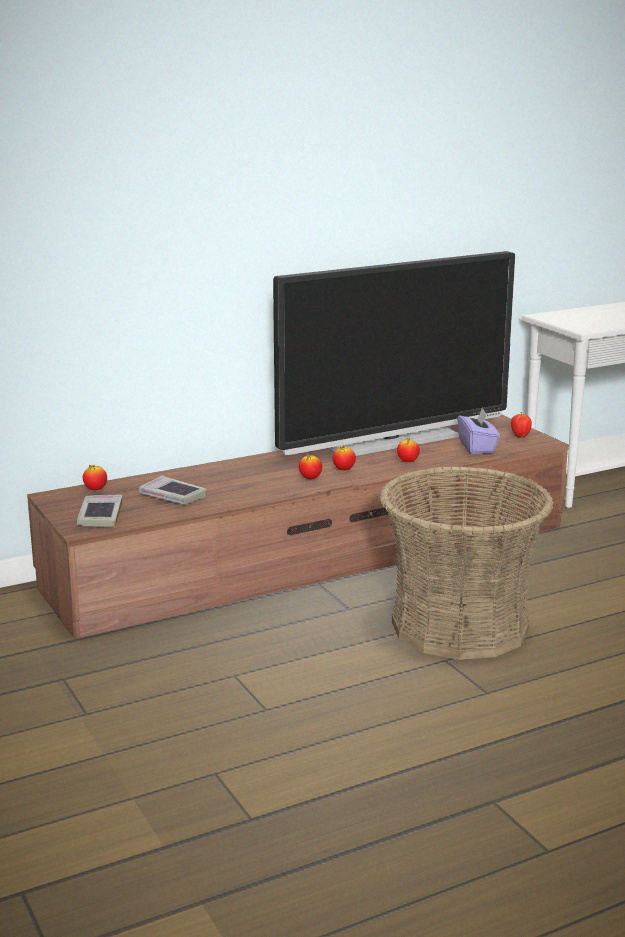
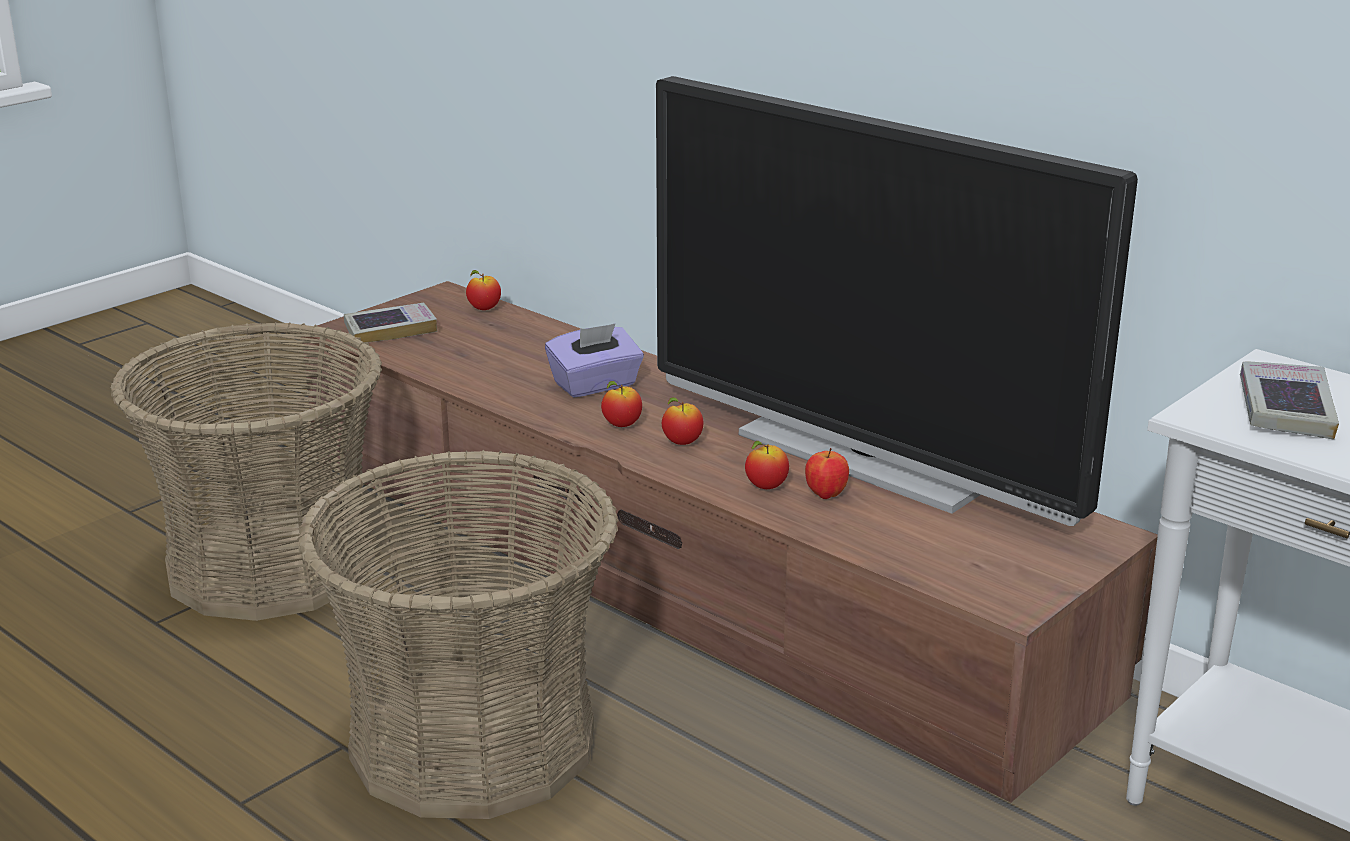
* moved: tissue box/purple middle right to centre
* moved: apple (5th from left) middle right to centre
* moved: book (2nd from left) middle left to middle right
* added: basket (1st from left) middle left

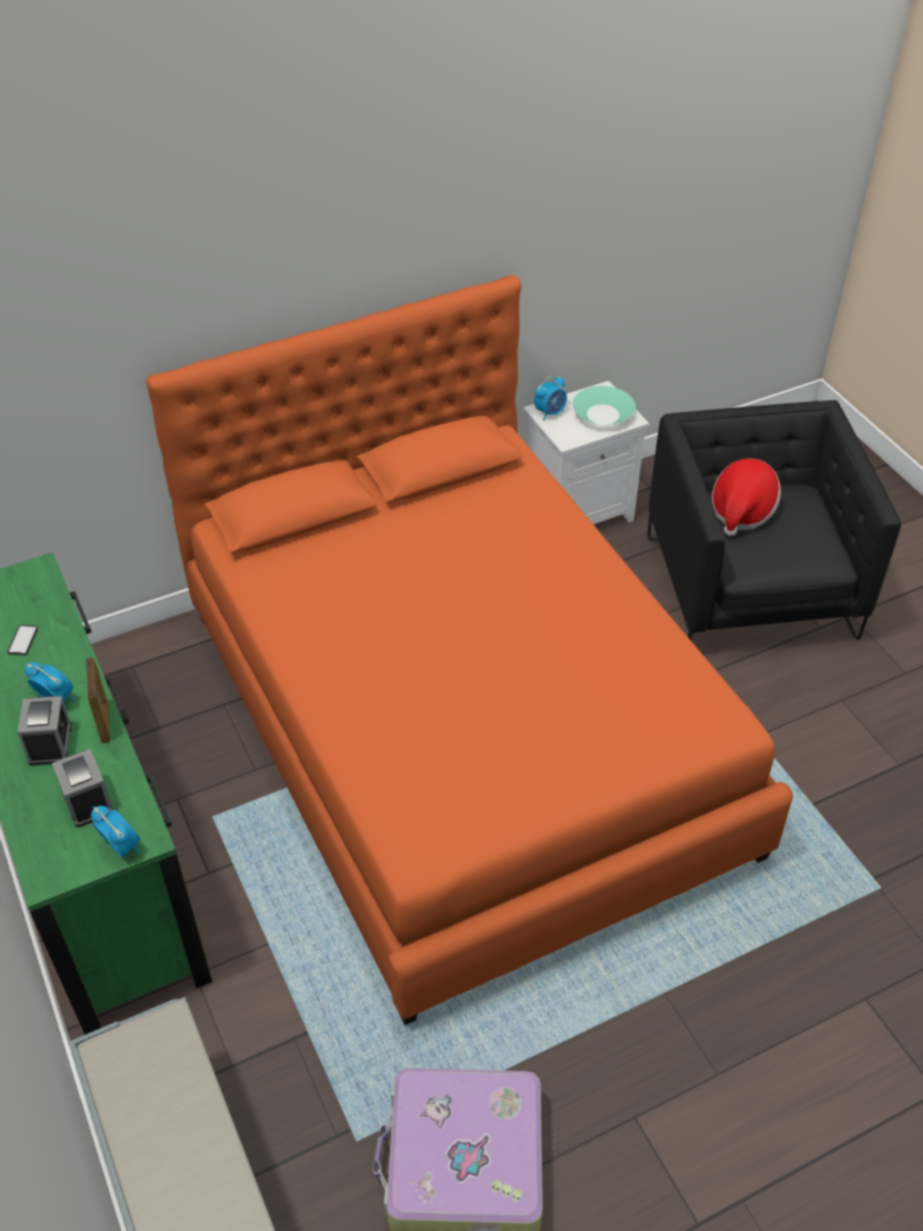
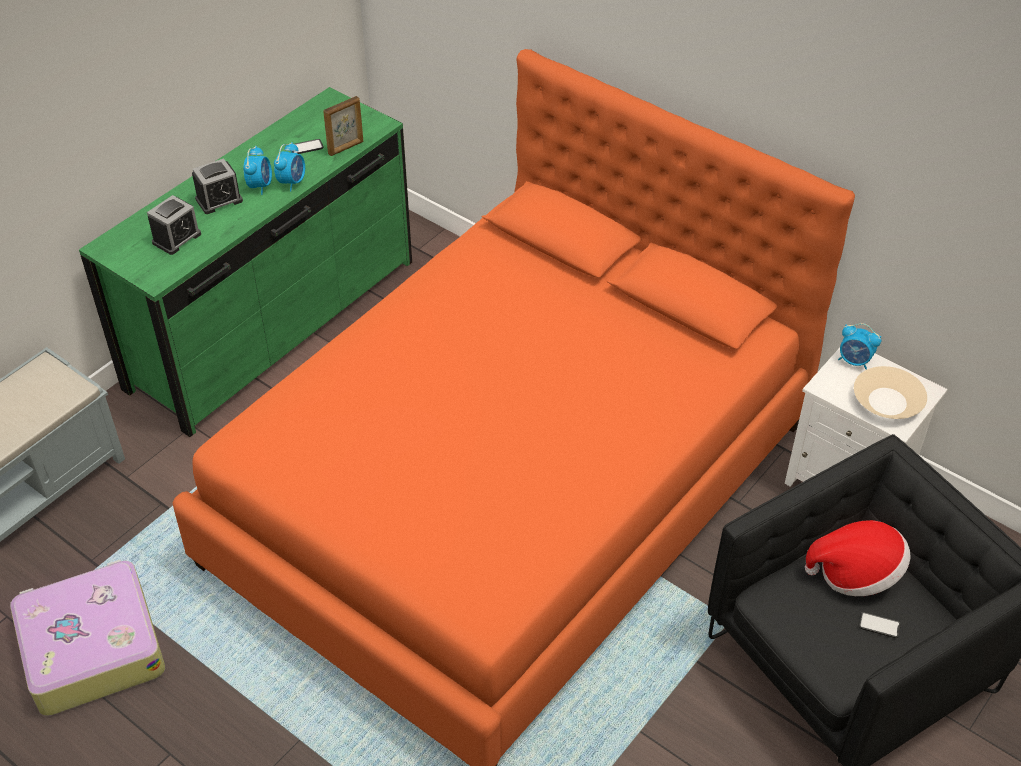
* recoloured: bowl/turquoise top centre to bowl/beige middle right
* moved: picture frame middle left to top centre
* moved: alarm clock (4th from left) bottom left to top left
* added: phone (2nd from left) bottom right

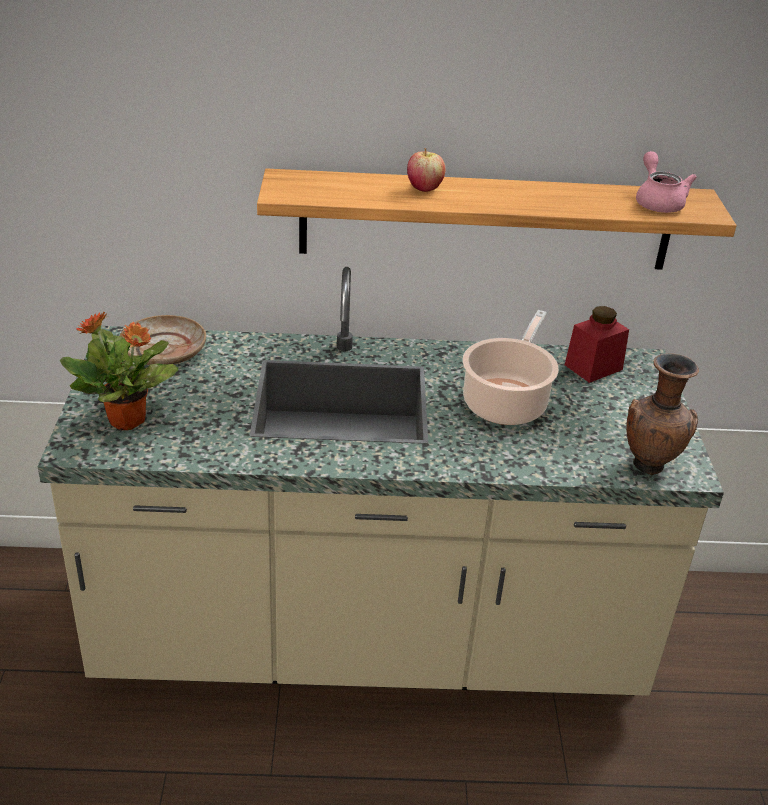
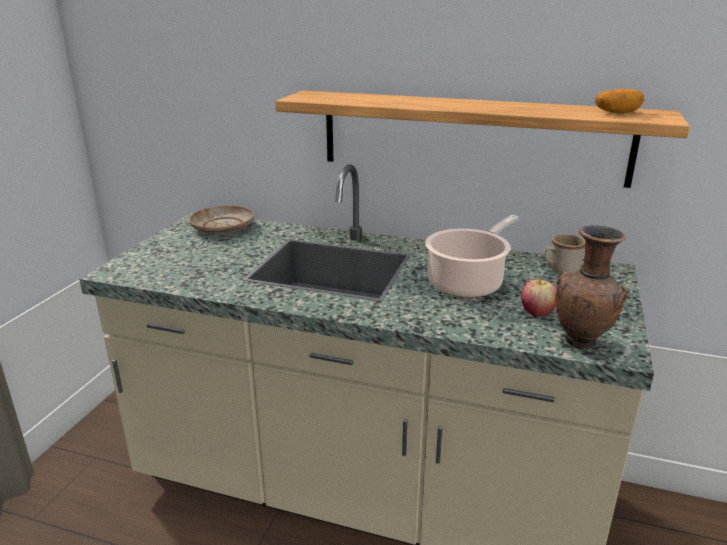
* moved: apple top centre to middle right
* replaced: teapot/pink top right to potato top right
* replaced: jar/red middle right to mug/beige middle right
* removed: potted plant middle left

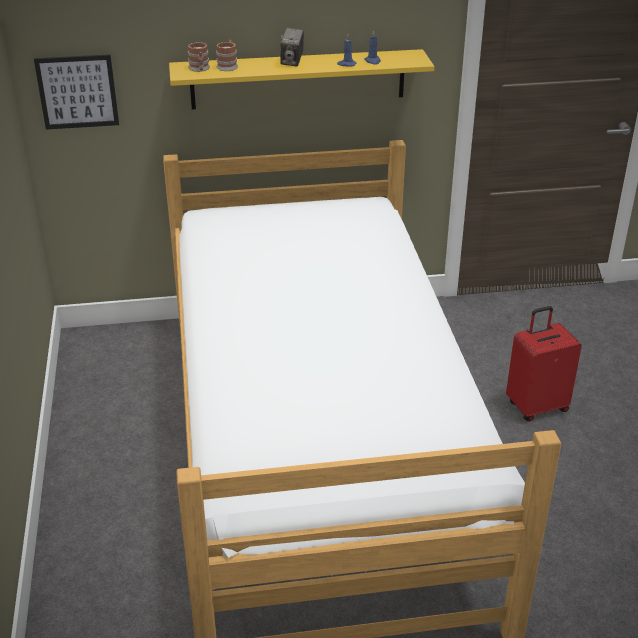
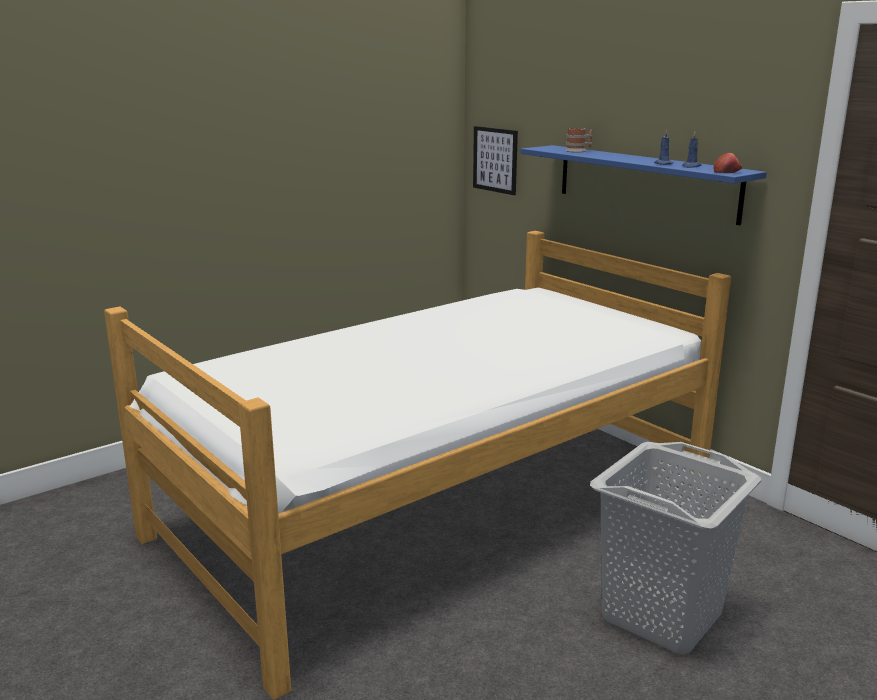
* removed: photo camera top centre
* removed: mug (1st from left) top left
* recoloured: shelf/yellow top centre to shelf/blue top right
* replaced: suitcase/red middle right to laundry basket/grey bottom right
* added: apple top right

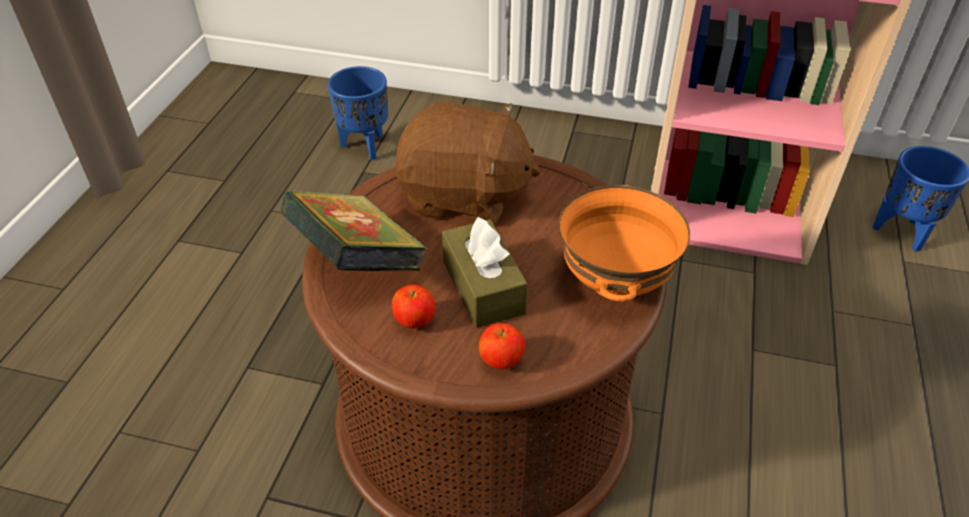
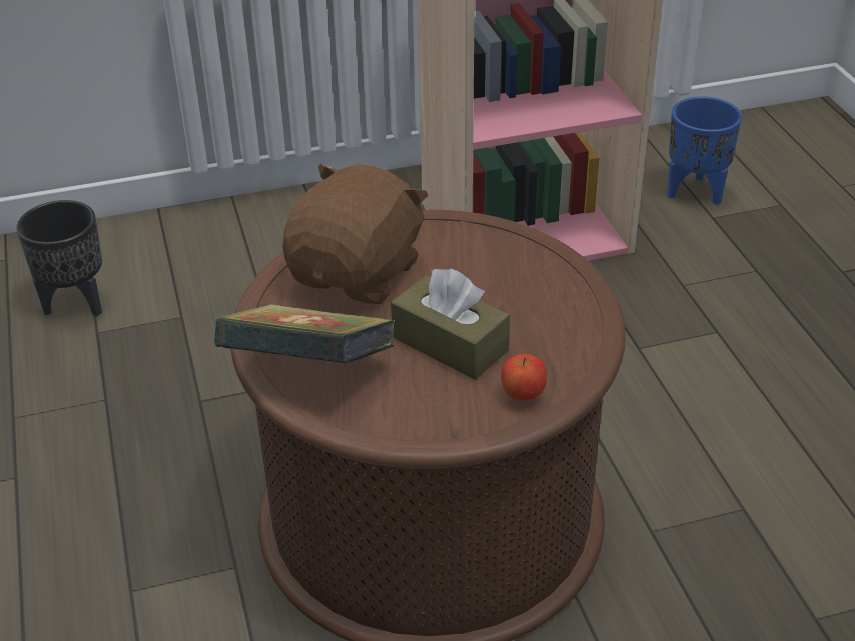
* recoloured: planter/blue (1st from left) top centre to planter/black middle left
* turned: plush toy/brown top centre = centre 45 degrees counterclockwise
* removed: bowl/orange centre
* removed: apple (1st from left) centre

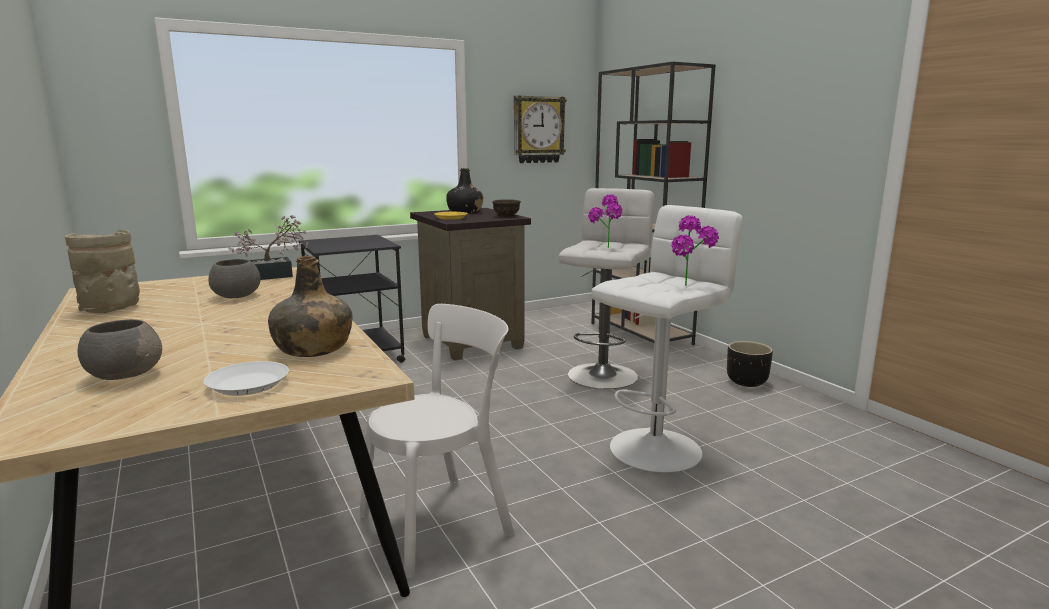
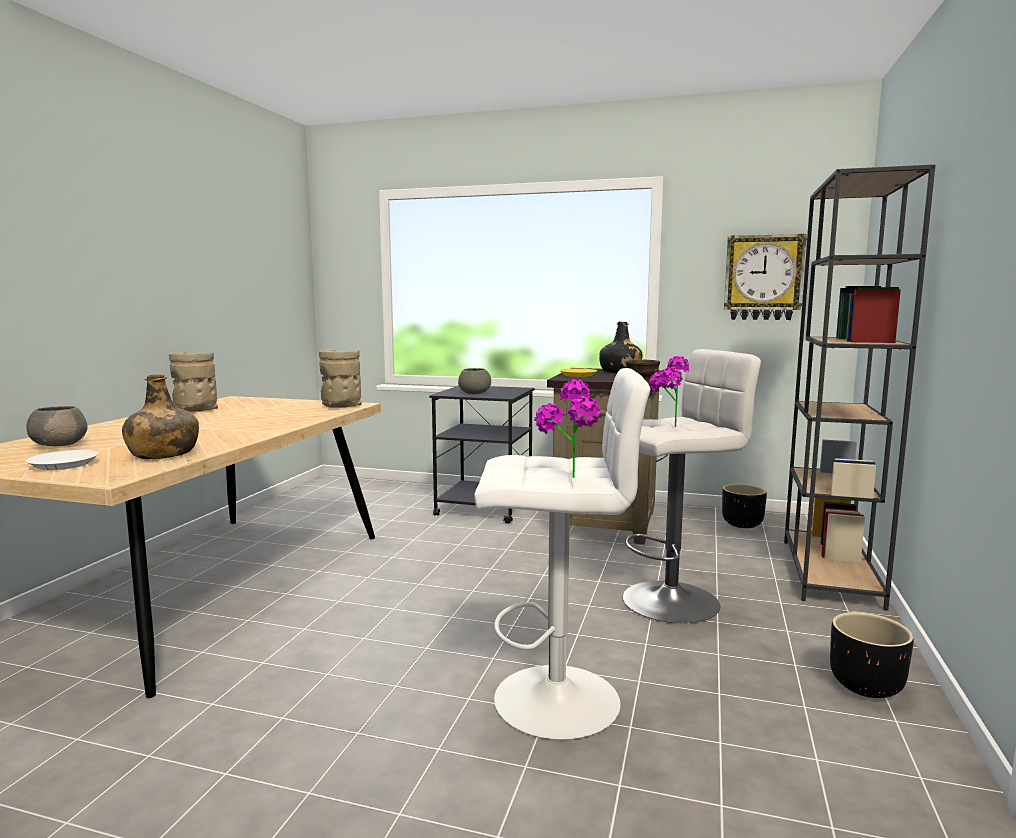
* replaced: potted plant (1st from left) middle left to vase/beige (2nd from left) centre
* moved: bowl/grey (2nd from left) middle left to centre
* removed: chair/white bottom centre
* added: planter/black (1st from left) middle right

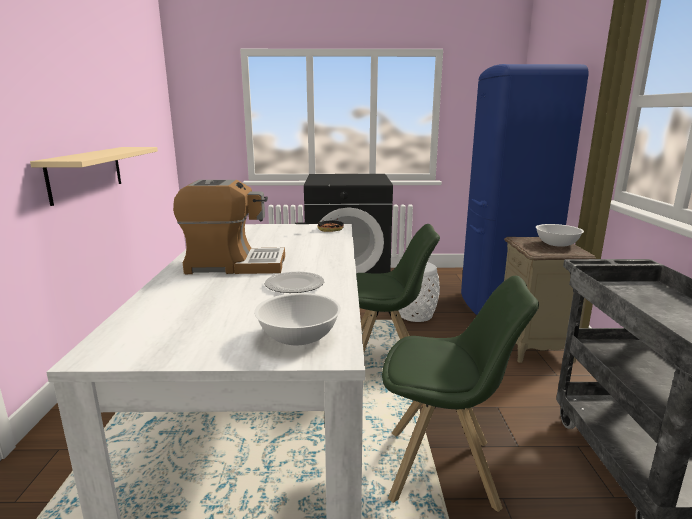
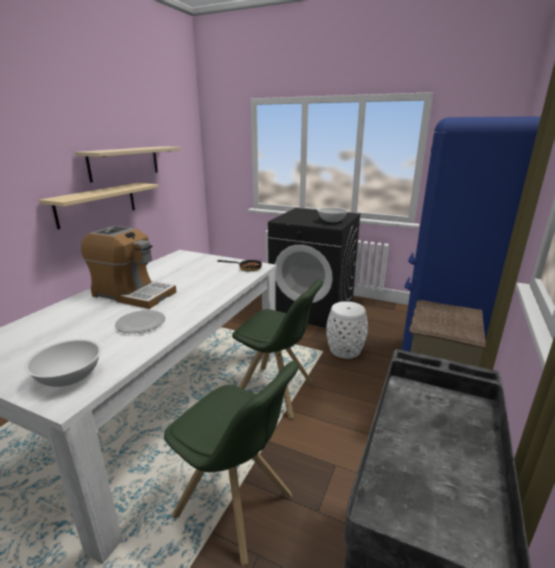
* moved: bowl/white (2nd from left) middle right to centre
* added: shelf/beige (2nd from left) top left

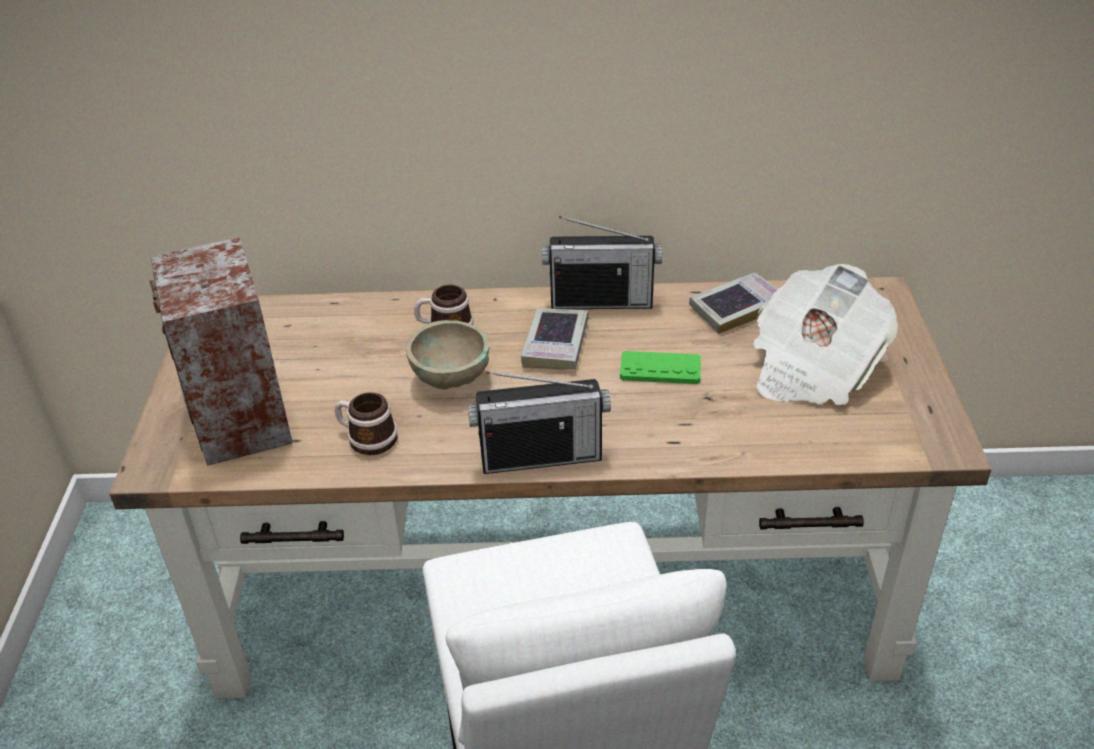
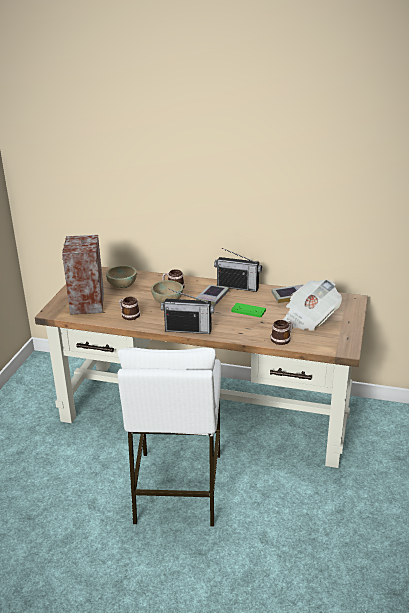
* added: bowl/beige (1st from left) middle left
* added: mug (3rd from left) middle right

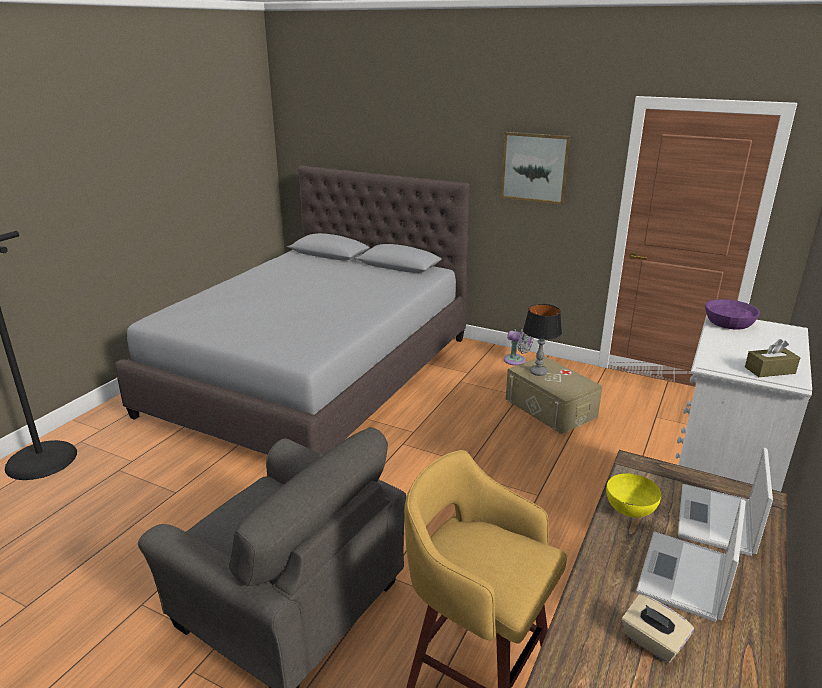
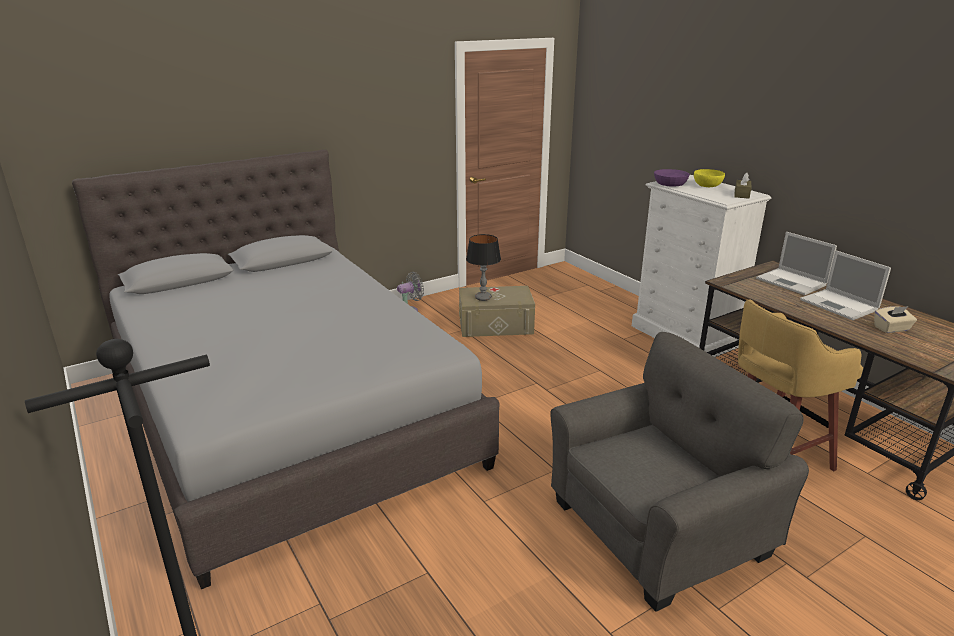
* removed: picture top centre
* moved: bowl/yellow bottom right to top right

